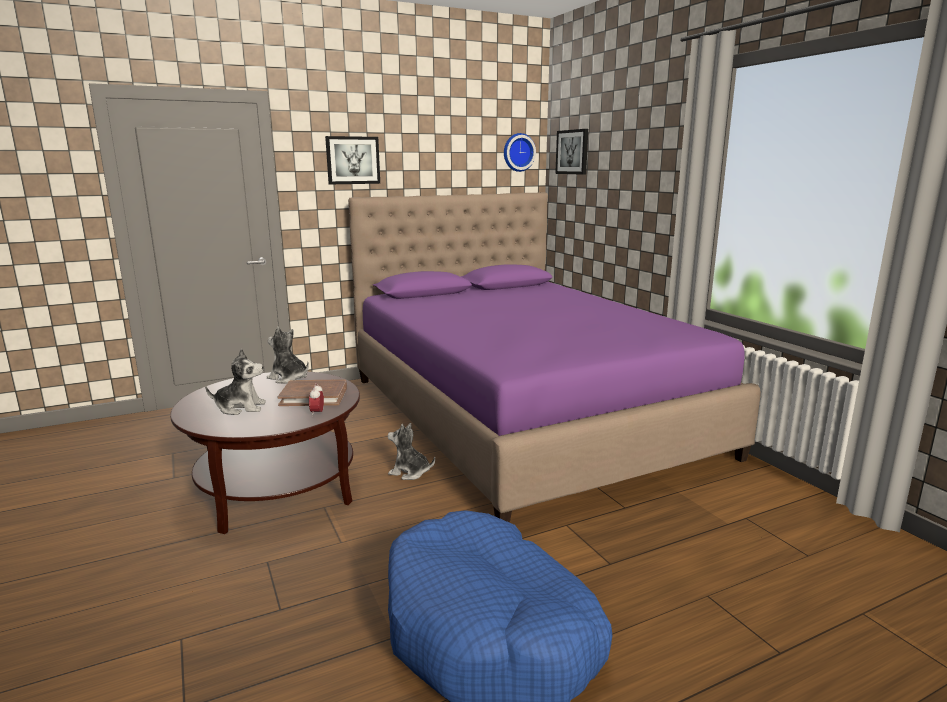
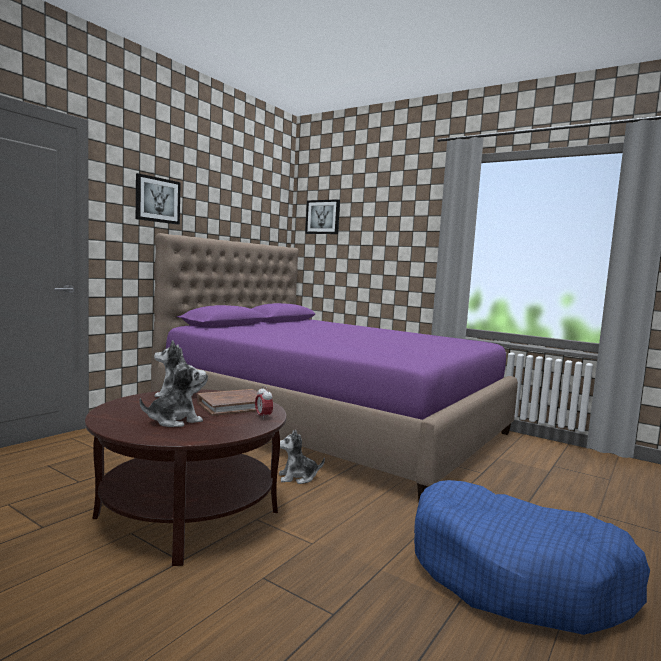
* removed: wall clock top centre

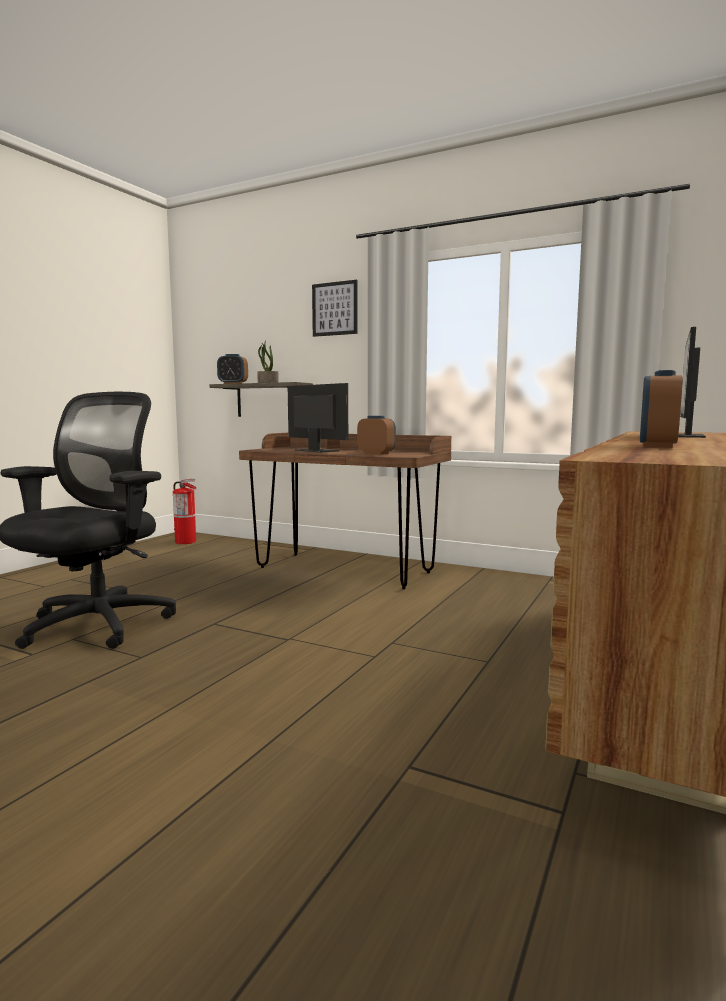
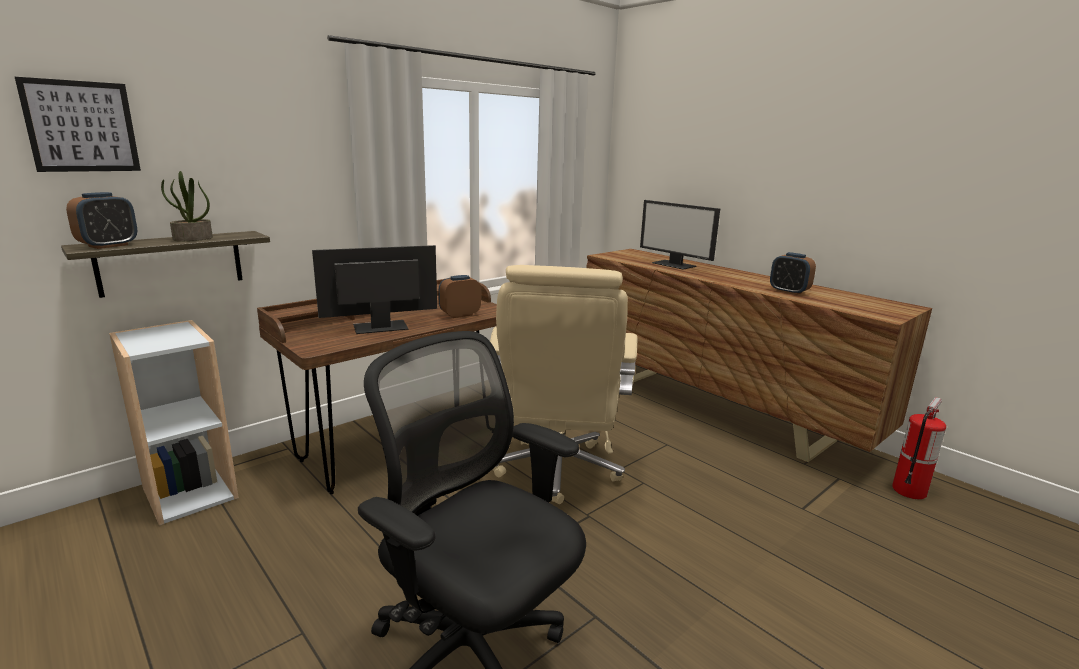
* moved: picture top centre to top left
* moved: fire extinguisher middle left to bottom right
* added: office chair/beige centre
* added: bookcase middle left

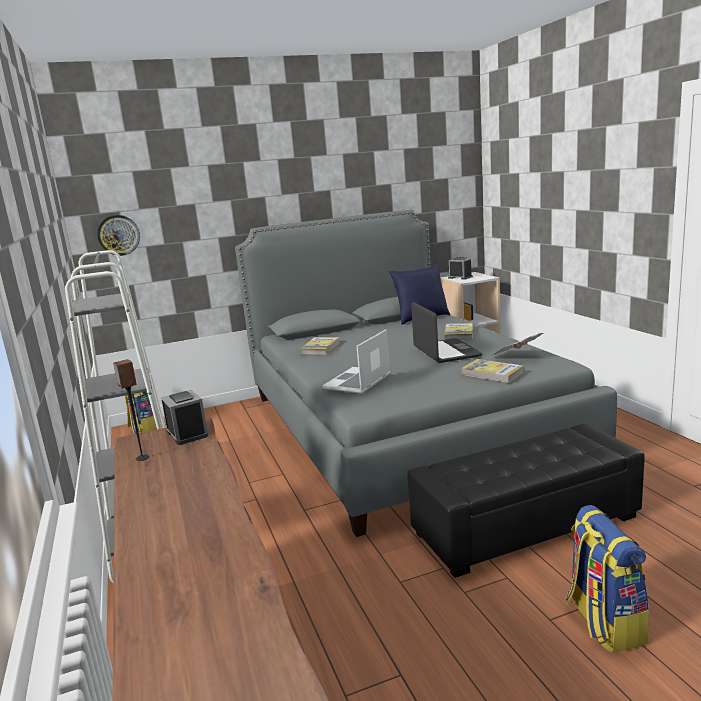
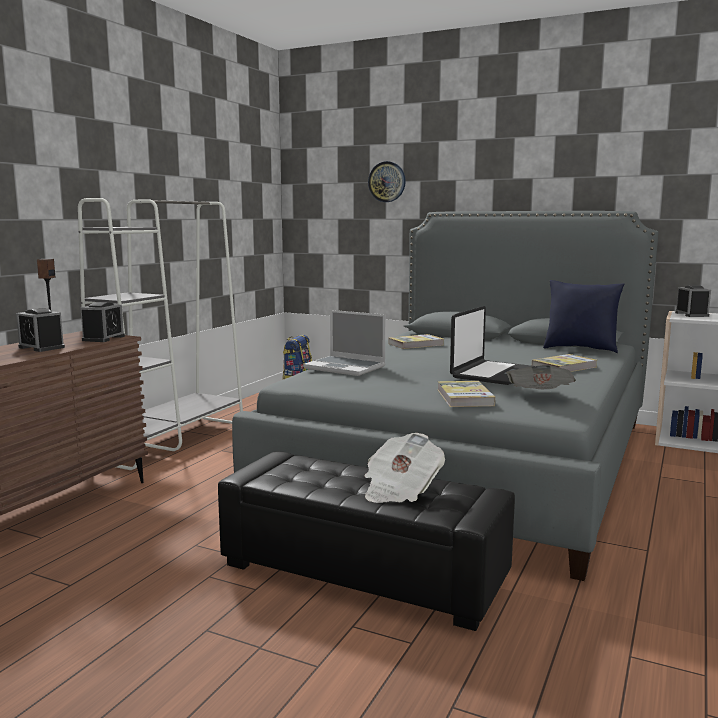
* moved: wall clock middle left to top centre
* turned: laptop (1st from left) centre = centre 135 degrees counterclockwise
* removed: backpack (2nd from left) bottom right
* added: alarm clock (1st from left) middle left
* added: newspaper (1st from left) centre

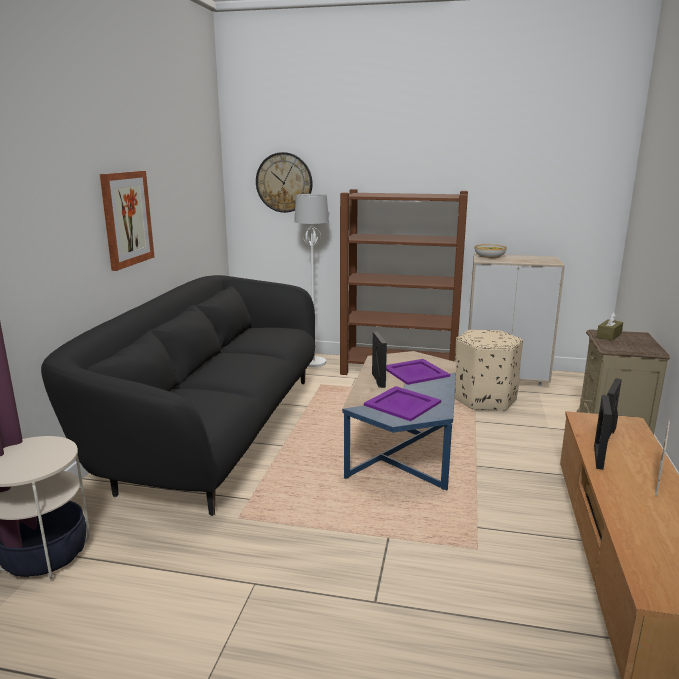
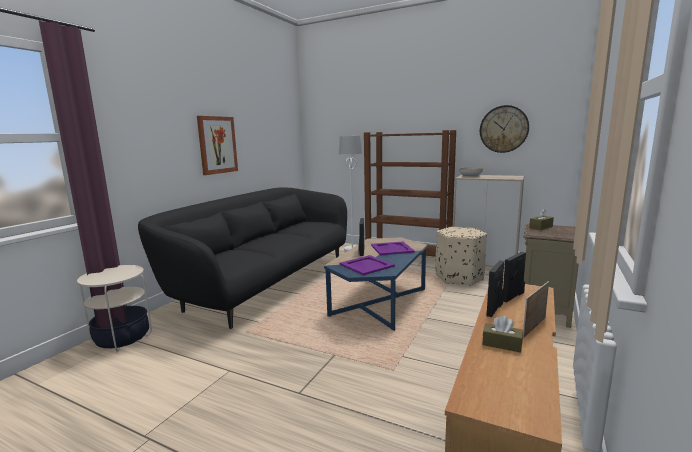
* moved: wall clock top centre to top right
* added: tissue box/brown (1st from left) bottom right

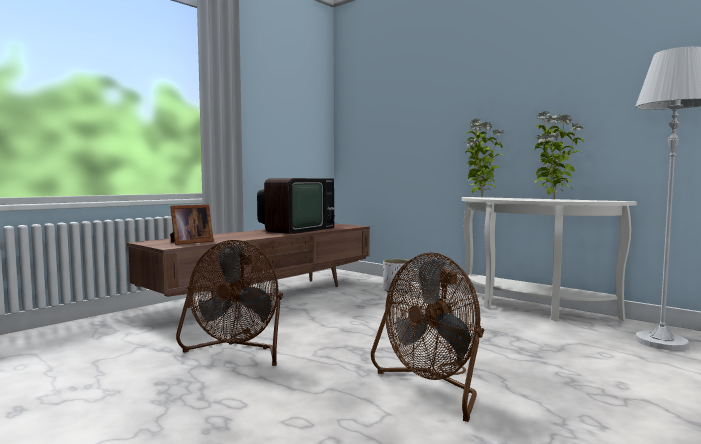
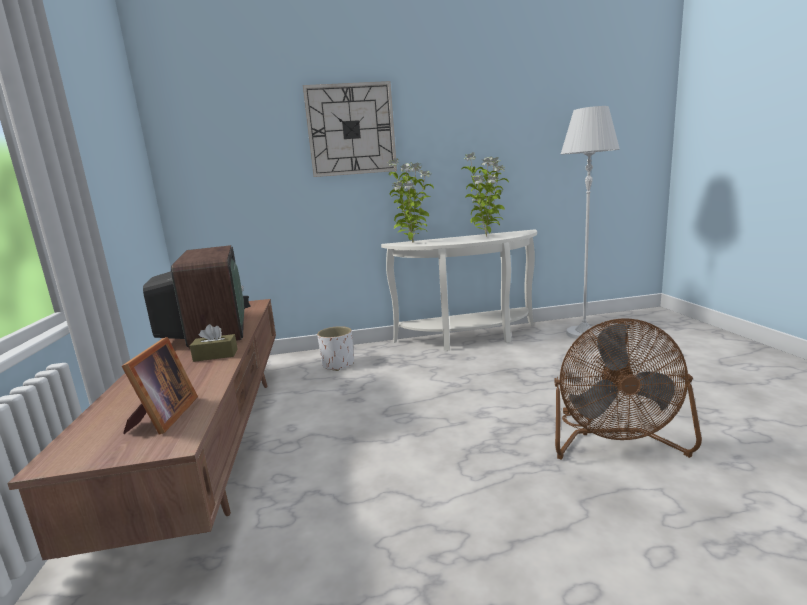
* removed: fan/brown (1st from left) bottom left
* added: wall clock top centre
* added: tissue box/brown middle left

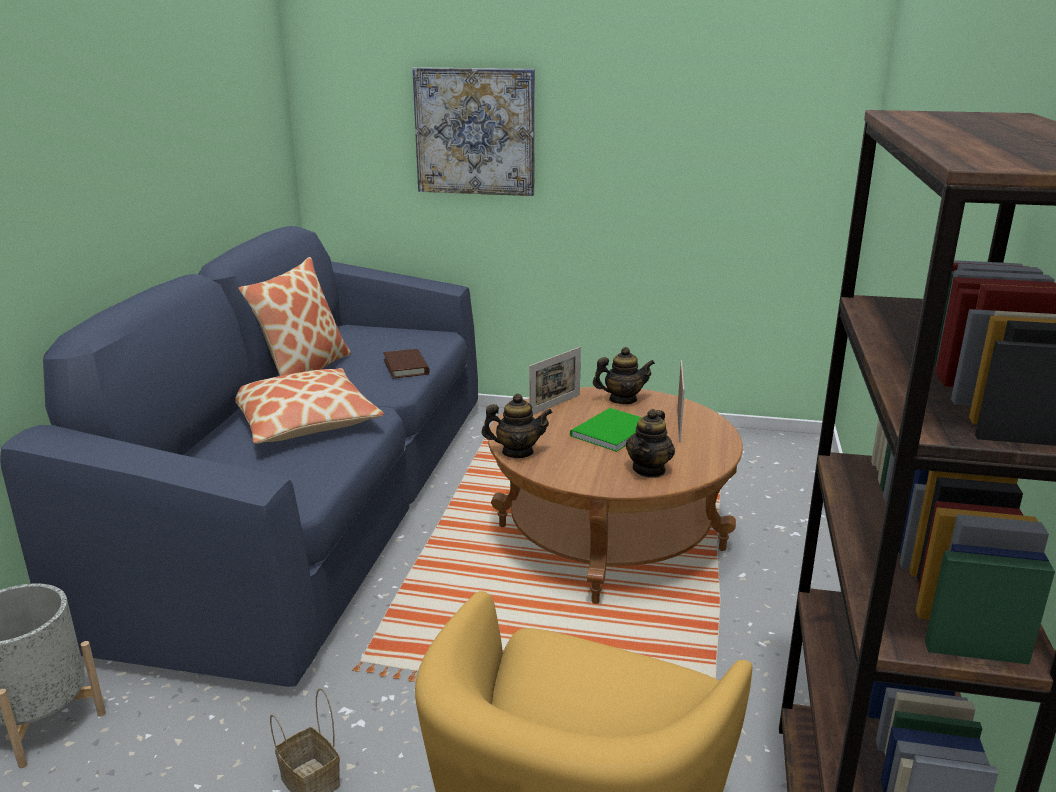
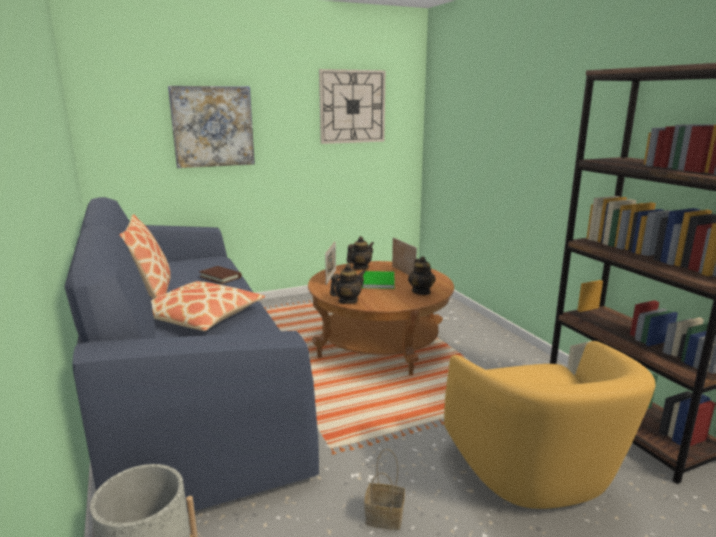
* added: wall clock top centre

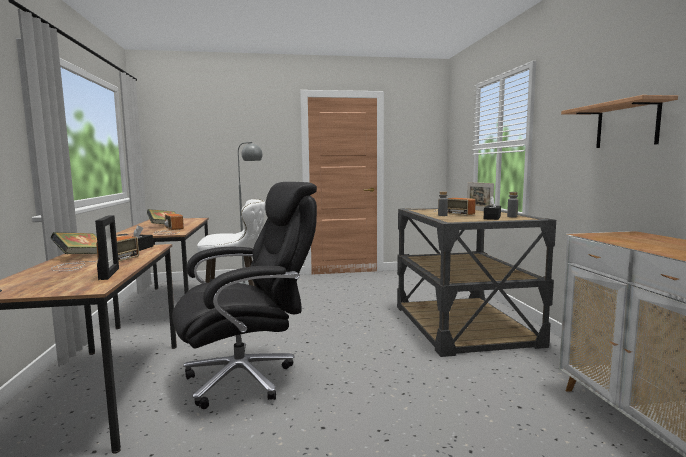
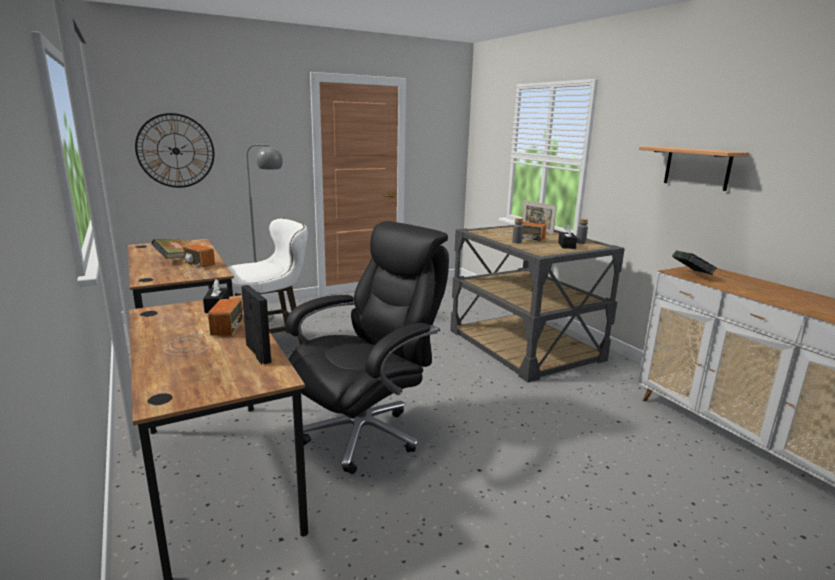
* moved: book (1st from left in the first image) middle left to book (2nd from left) middle right
* added: wall clock top left

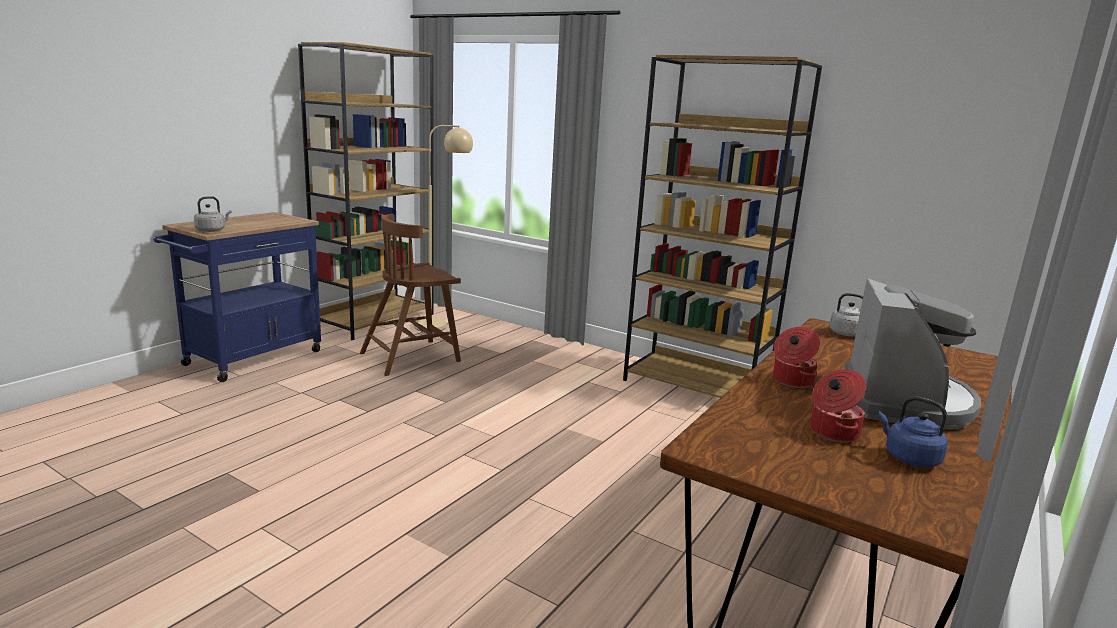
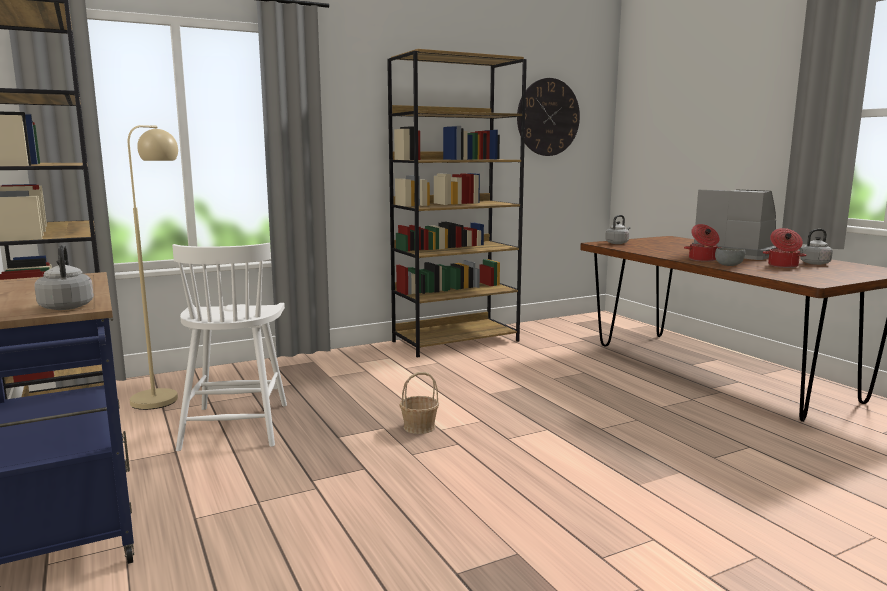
* recoloured: chair/brown centre to chair/white middle left
* recoloured: kettle/blue bottom right to kettle/grey (3rd from left) middle right
* added: wall clock top centre
* added: bowl/grey middle right
* added: basket bottom centre

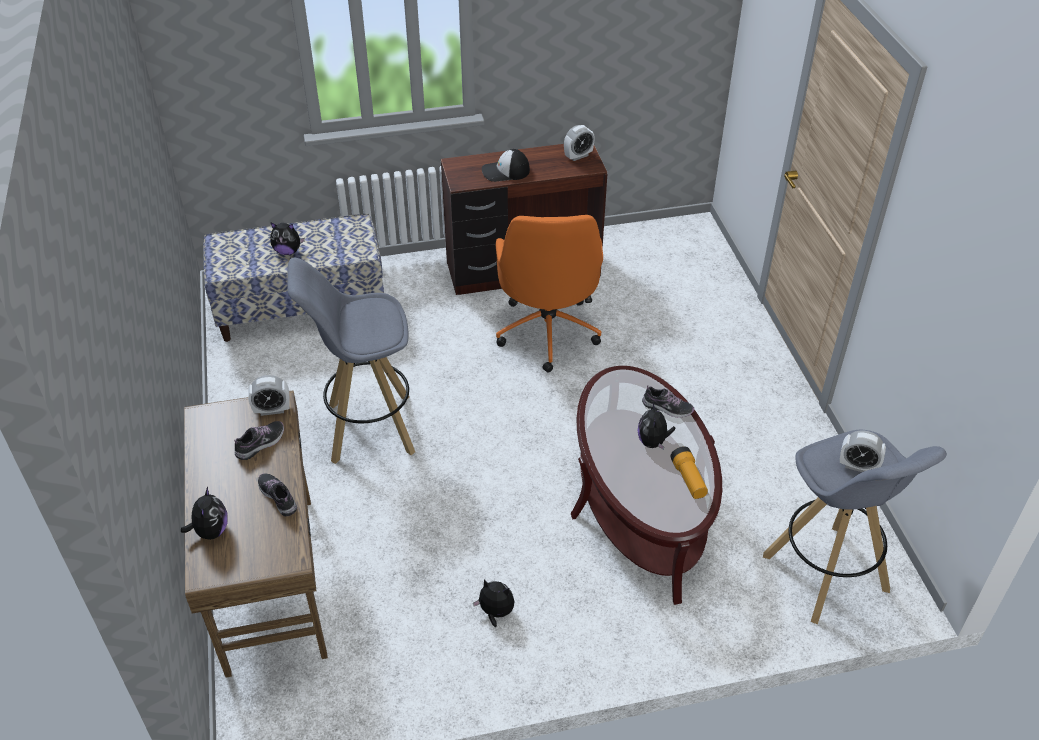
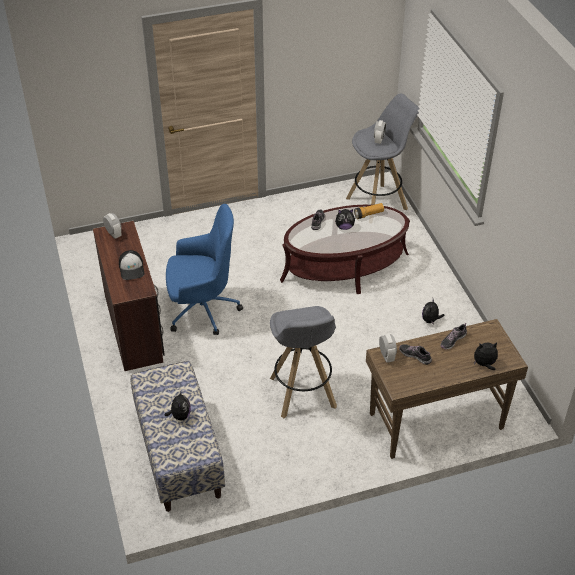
* recoloured: office chair/orange centre to office chair/blue centre

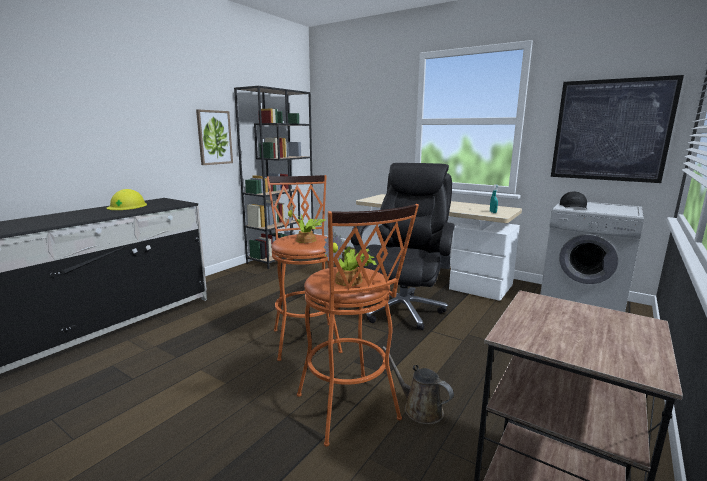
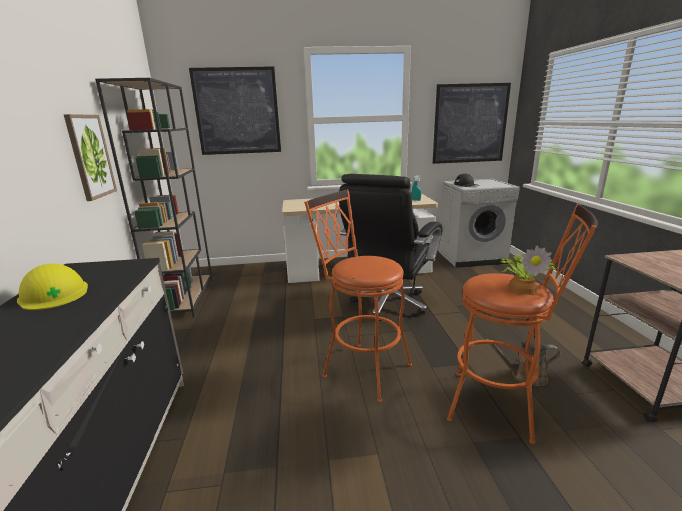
* turned: office chair/black centre = centre 135 degrees counterclockwise
* removed: potted plant (1st from left) centre
* added: picture (2nd from left) top centre

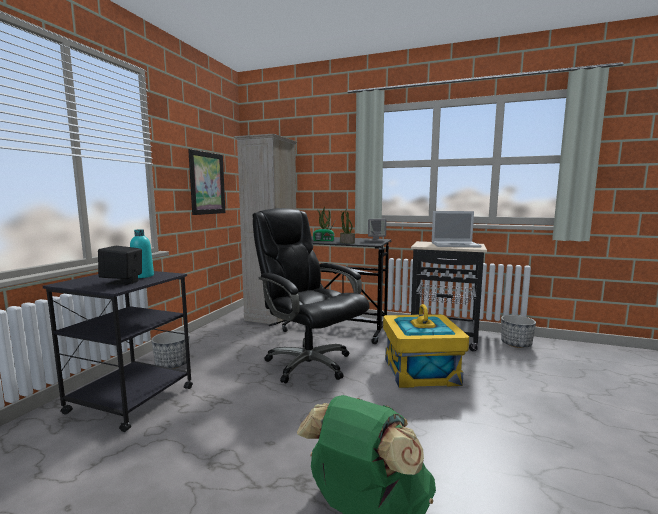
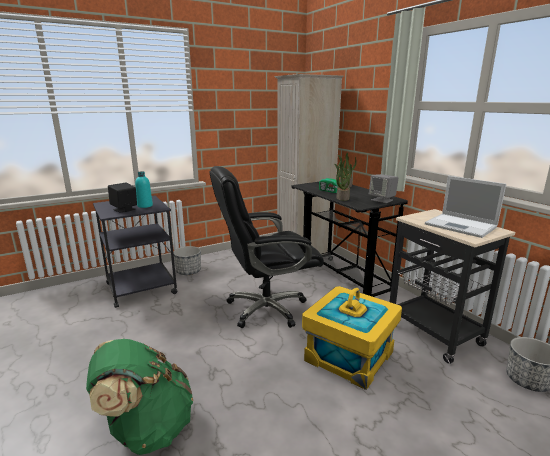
* removed: picture middle left
* turned: office chair/black centre = centre 105 degrees counterclockwise

